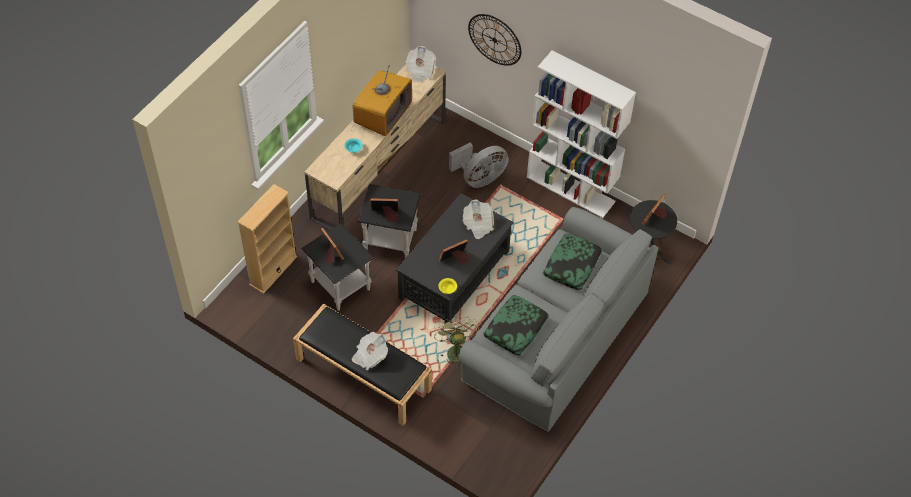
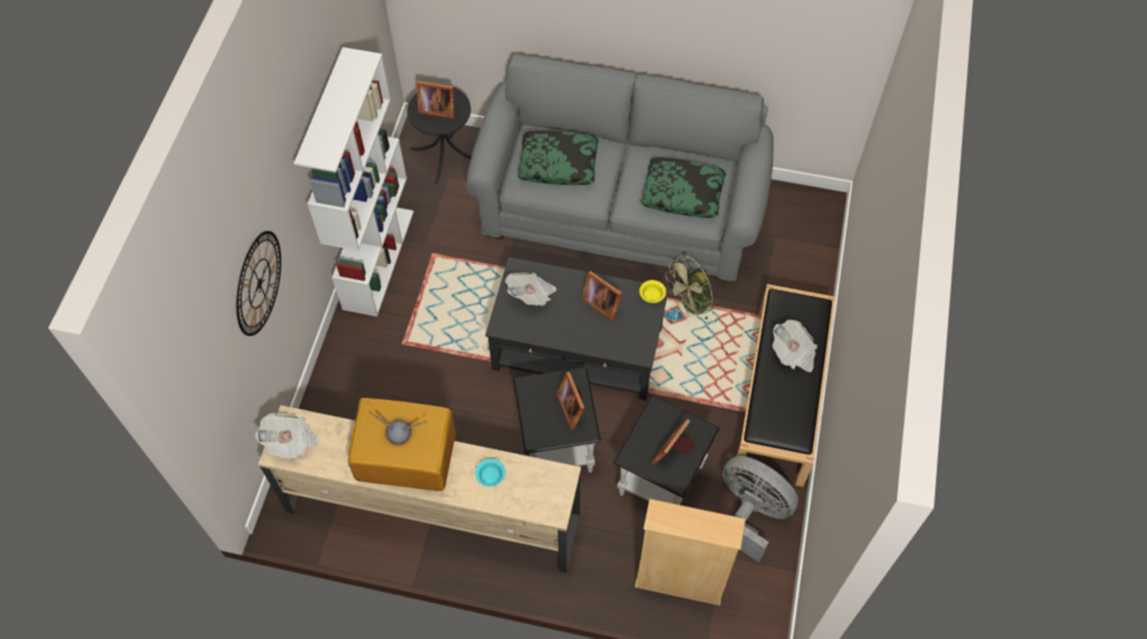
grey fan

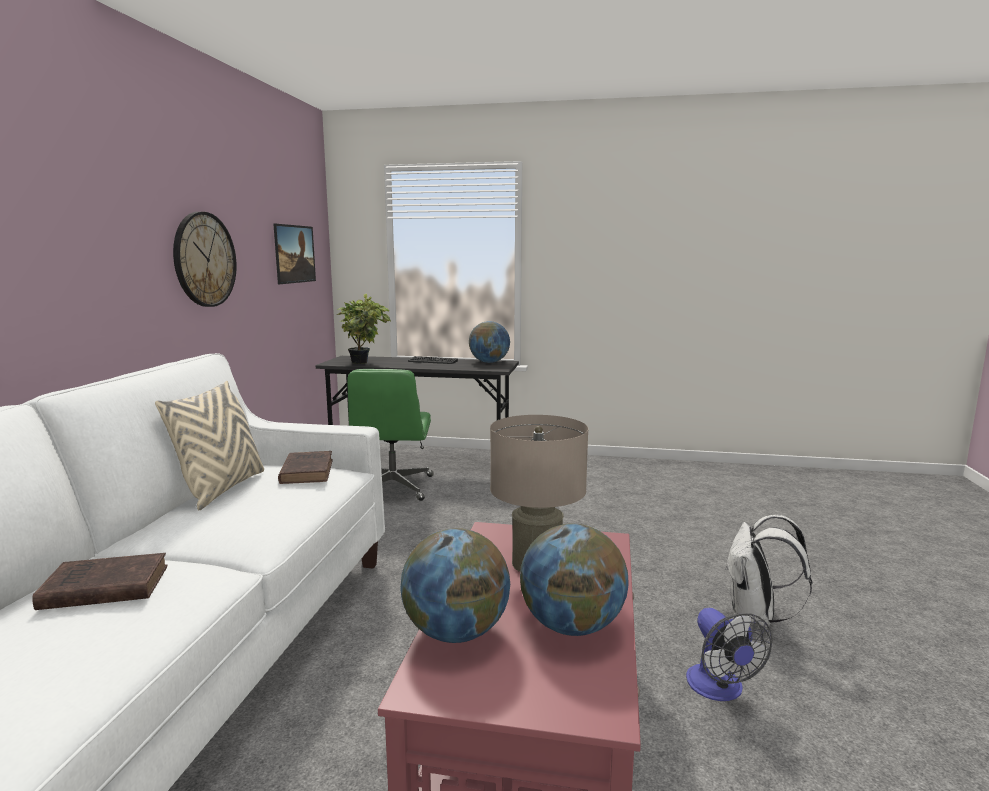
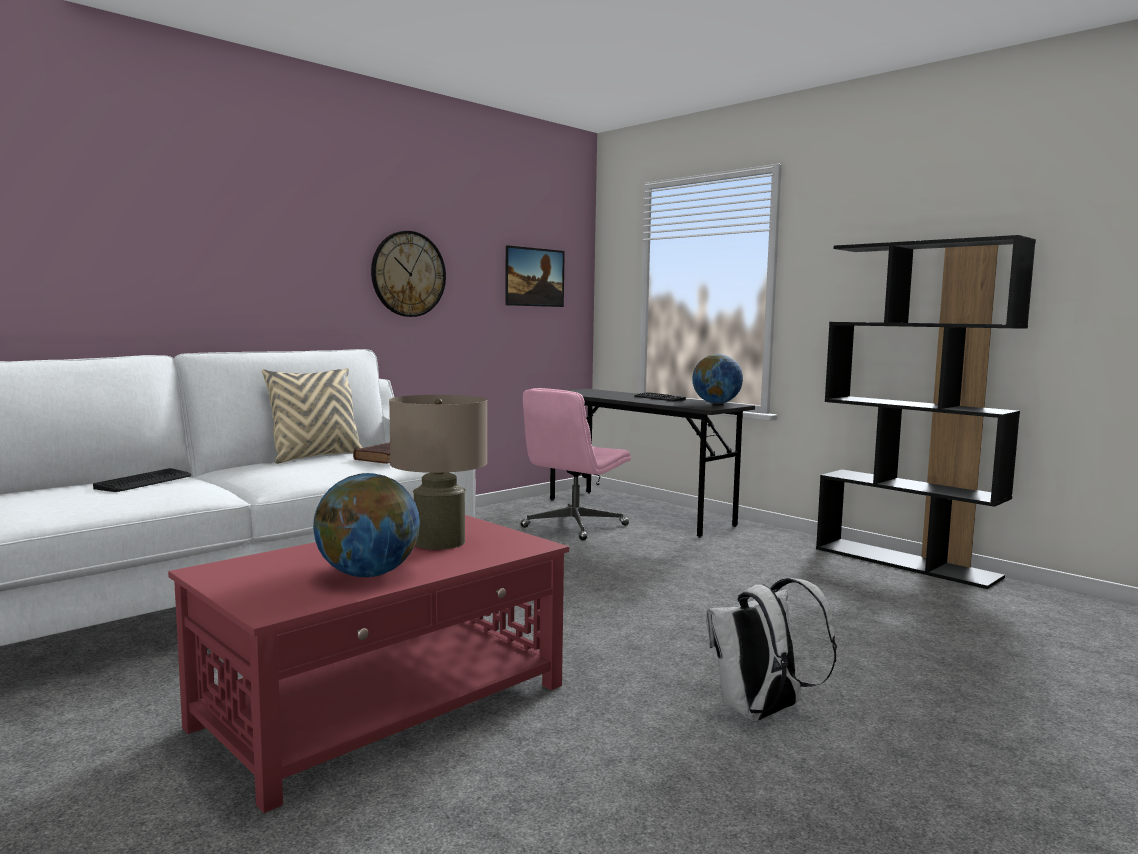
keyboard (no. 1 from left)
pink office chair
black bookcase
potted plant
globe (no. 1 from left in the first image)
fan

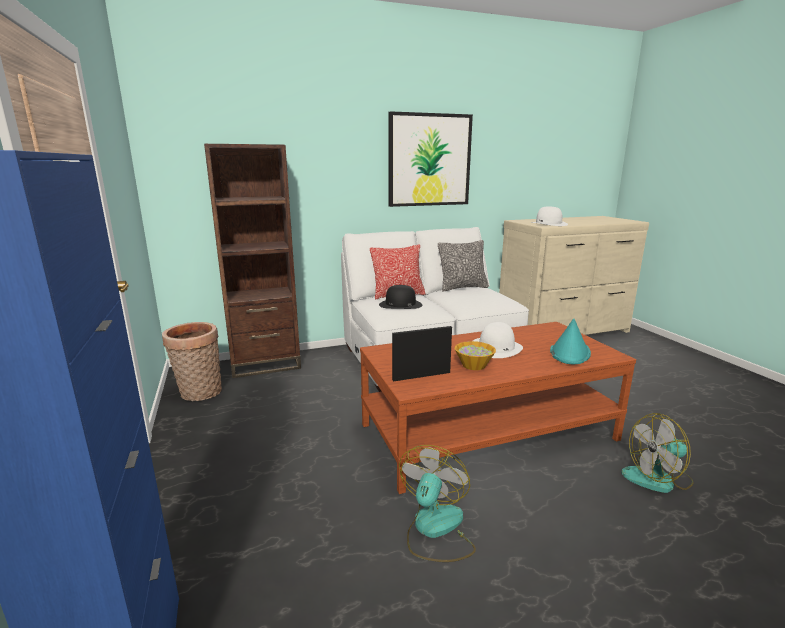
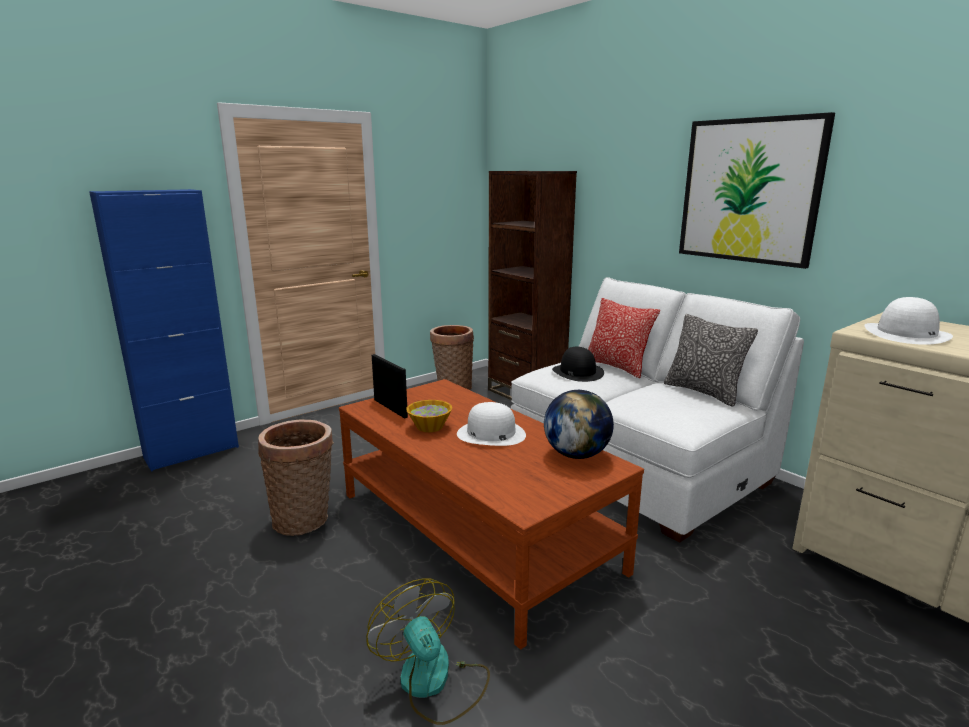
basket (no. 1 from left)
globe
turquoise hat

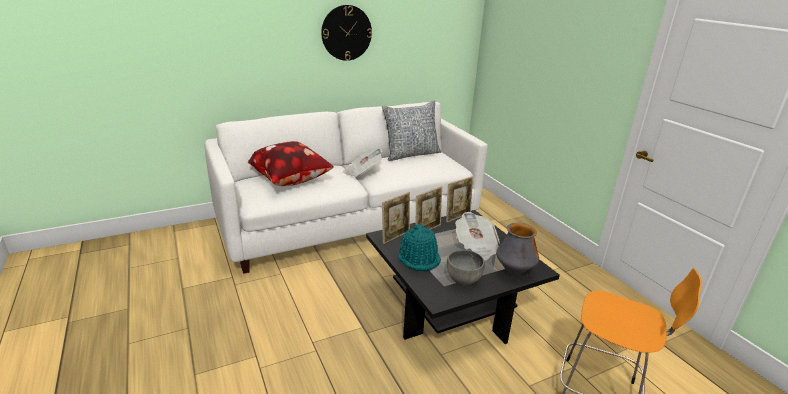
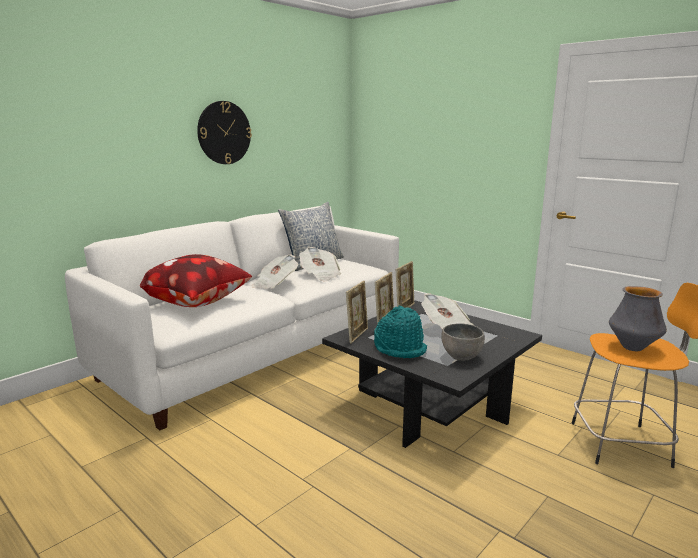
newspaper (no. 2 from left)
vase

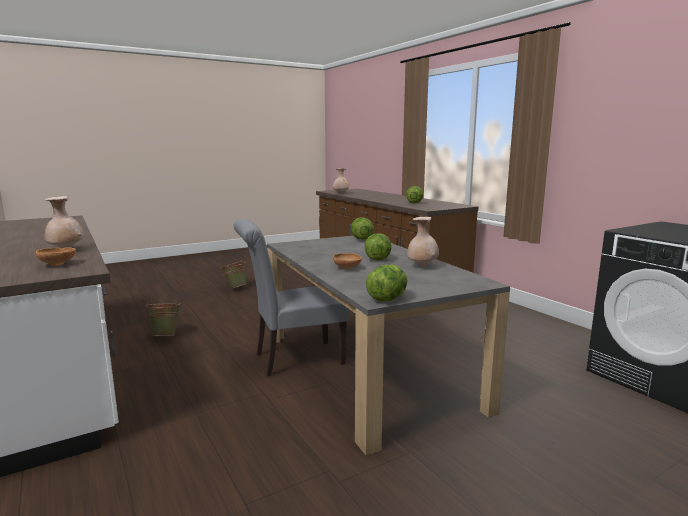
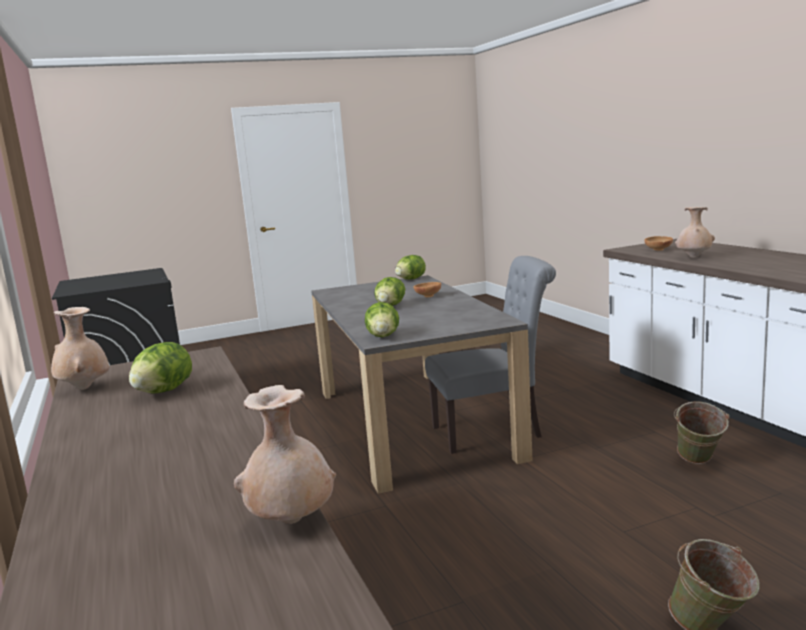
beige vase (no. 1 from left)

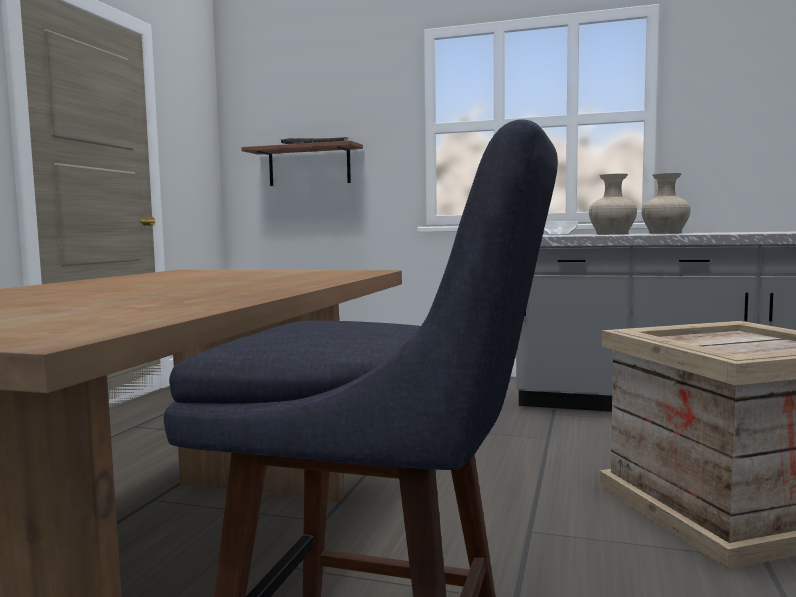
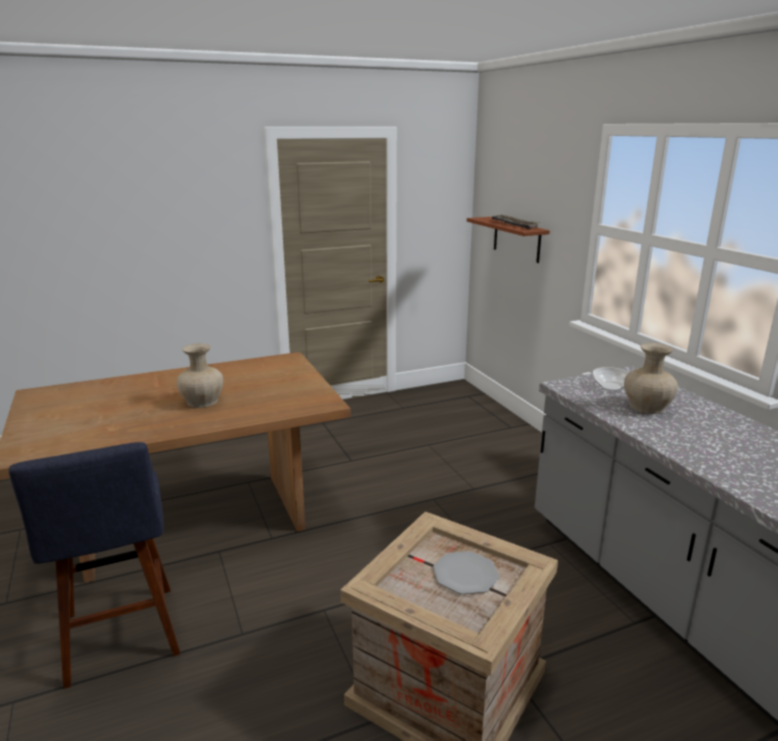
beige vase (no. 1 from left)
plate

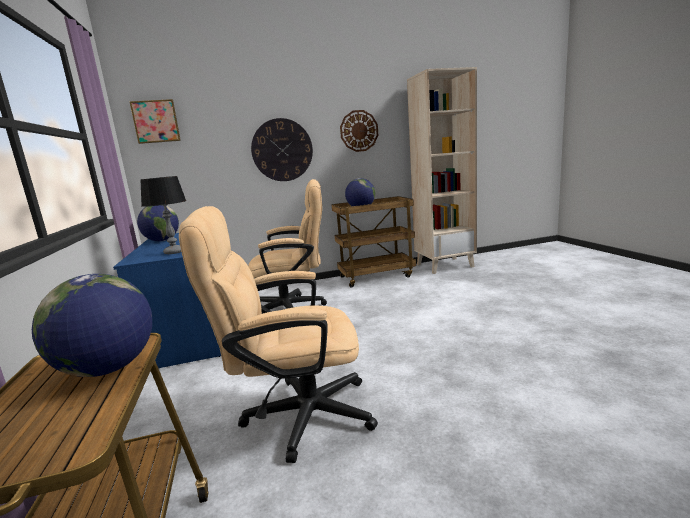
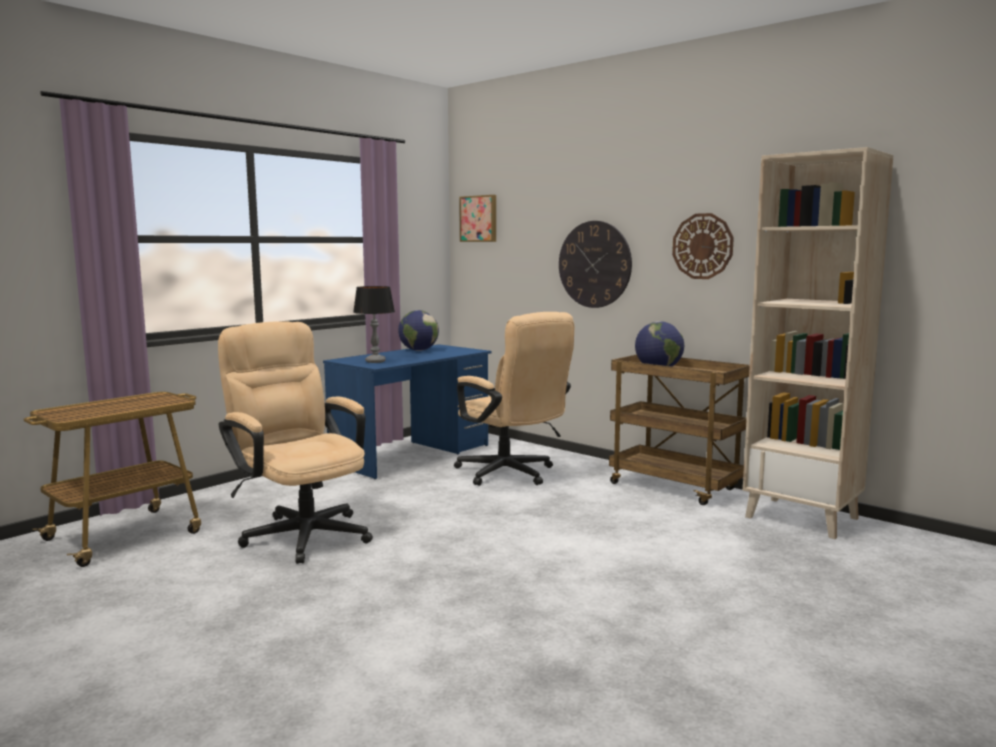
globe (no. 1 from left in the first image)

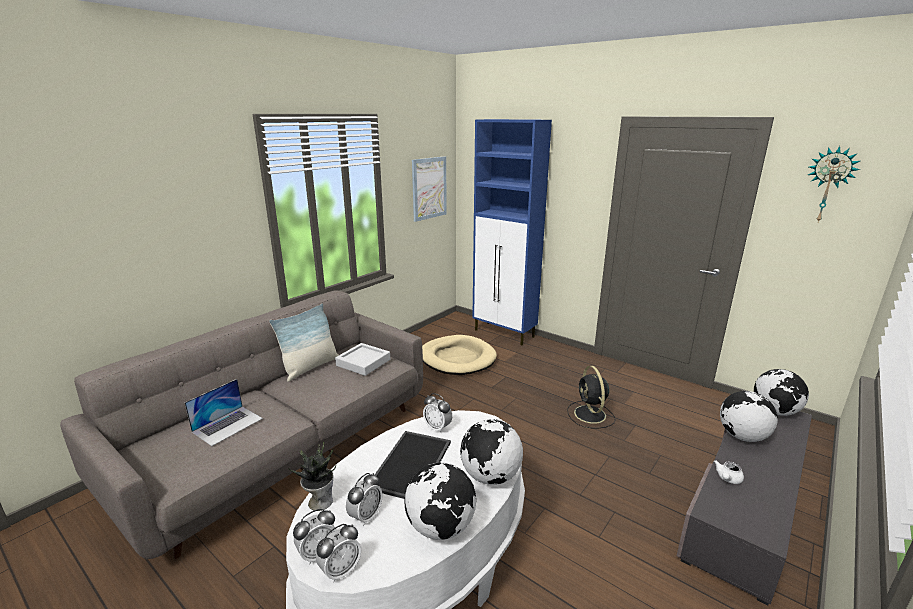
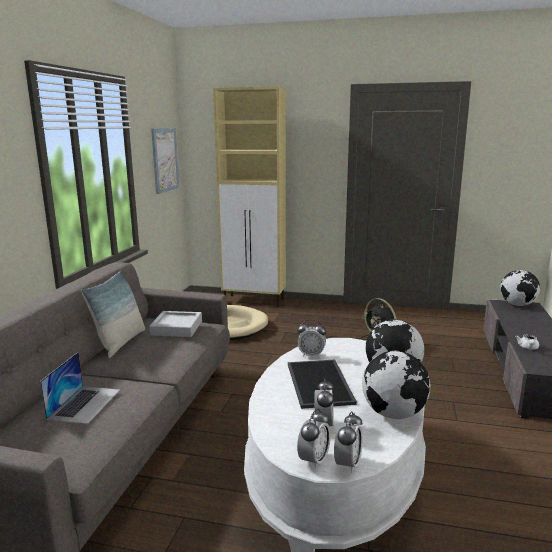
beige cabinet
potted plant
globe (no. 3 from left in the first image)
wall clock

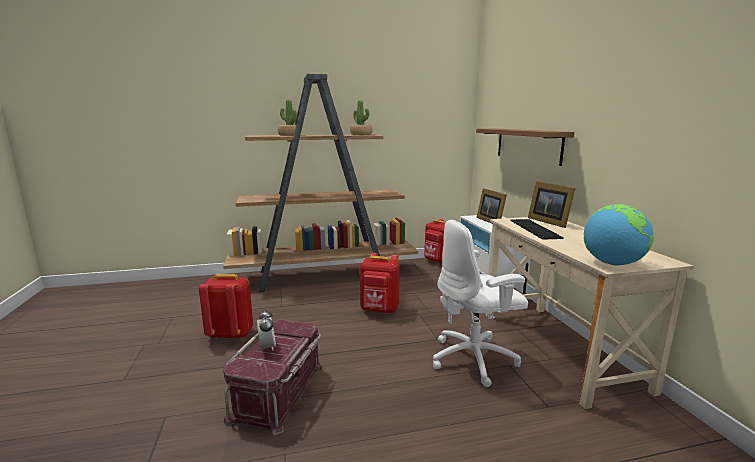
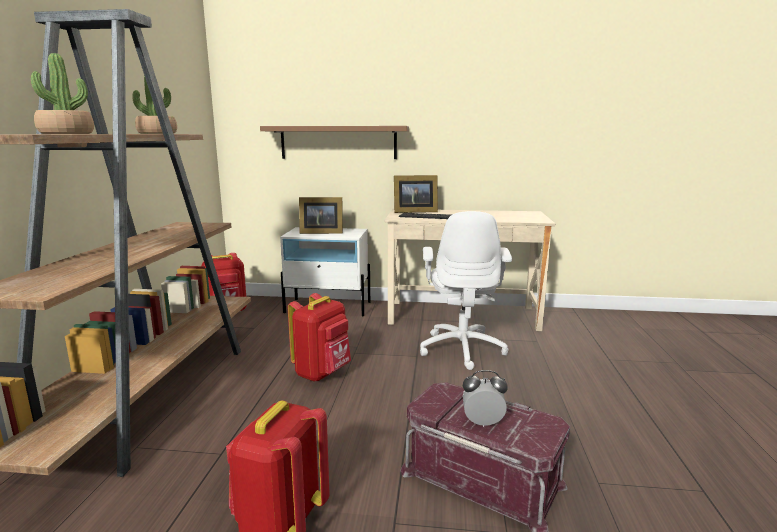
globe

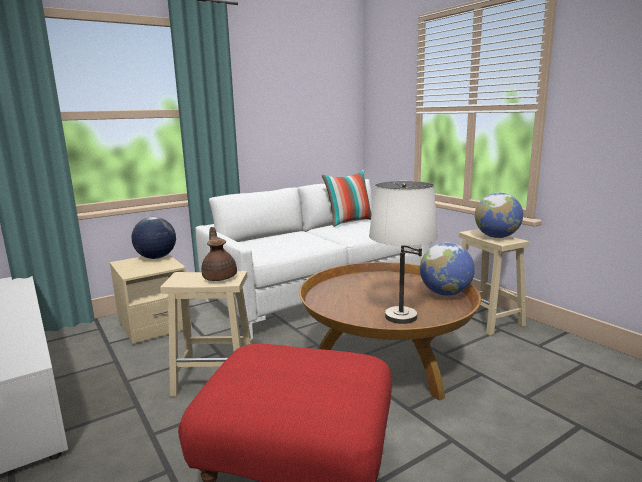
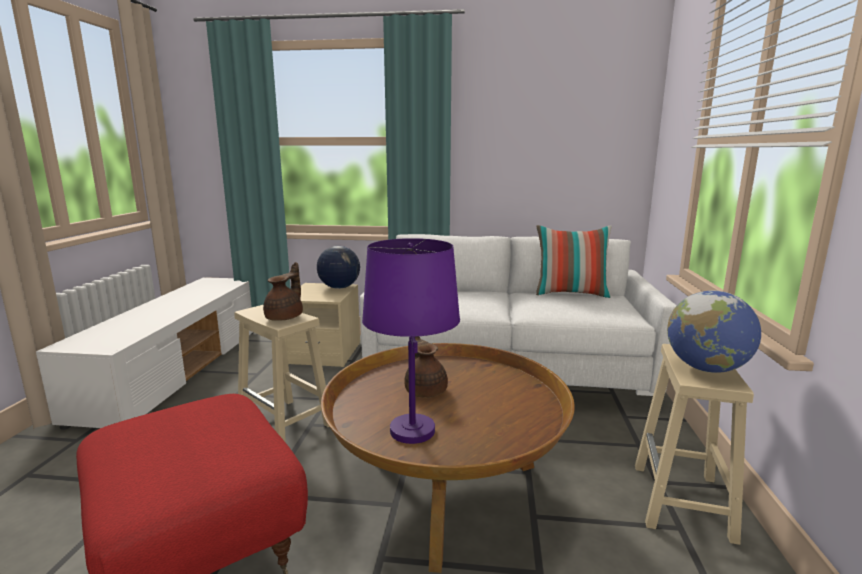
purple table lamp
brown teapot (no. 2 from left)
globe (no. 2 from left in the first image)

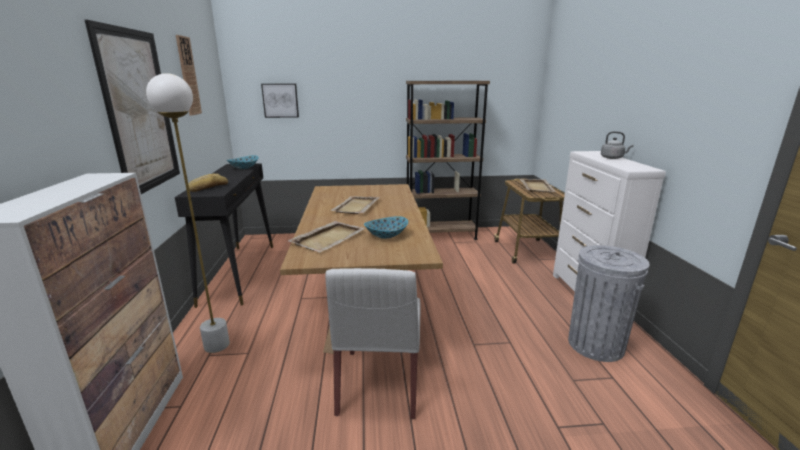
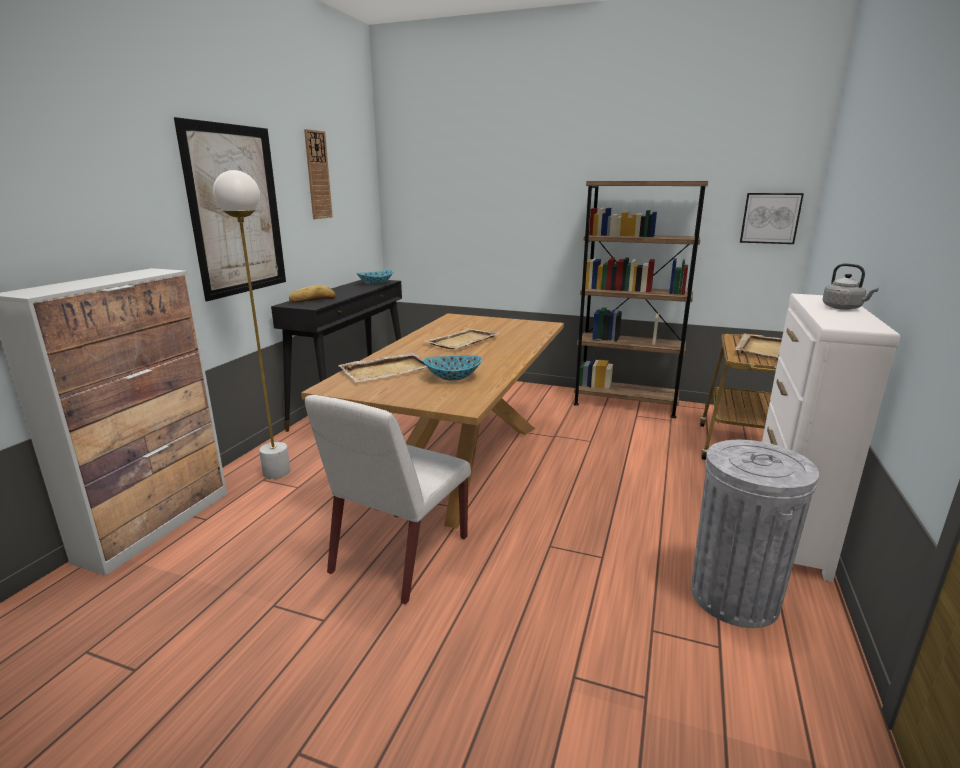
picture (no. 2 from left)

